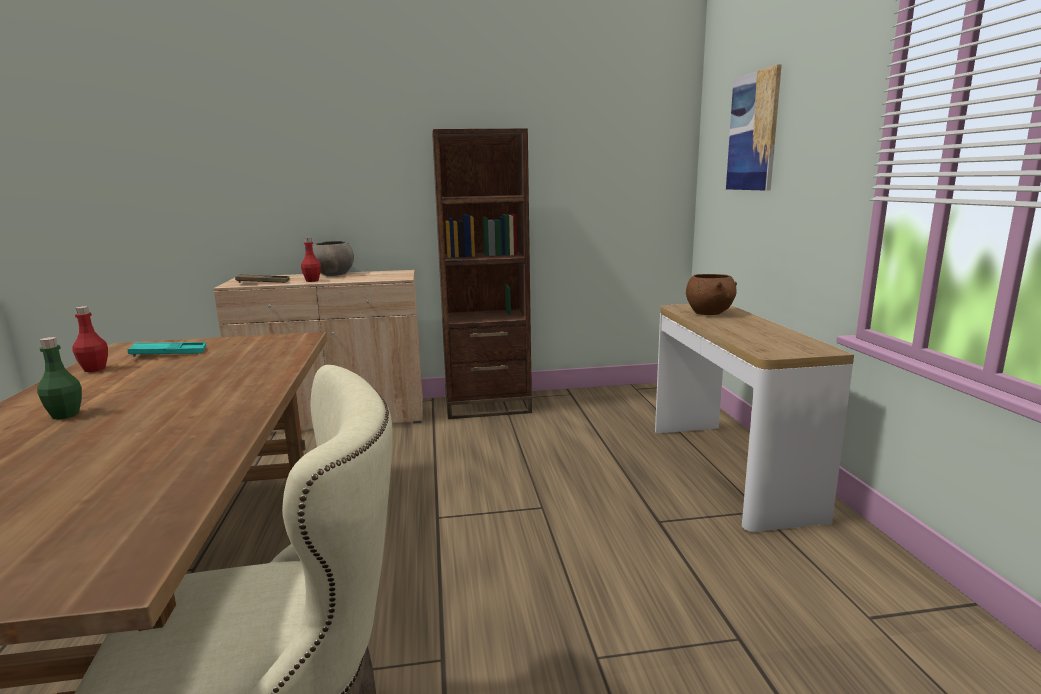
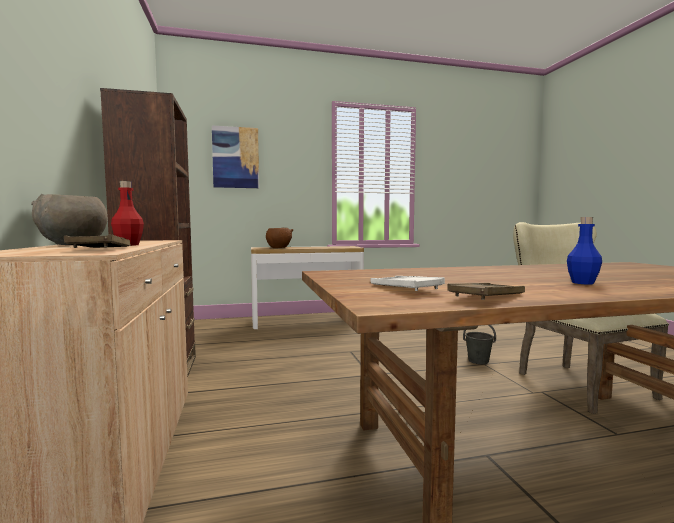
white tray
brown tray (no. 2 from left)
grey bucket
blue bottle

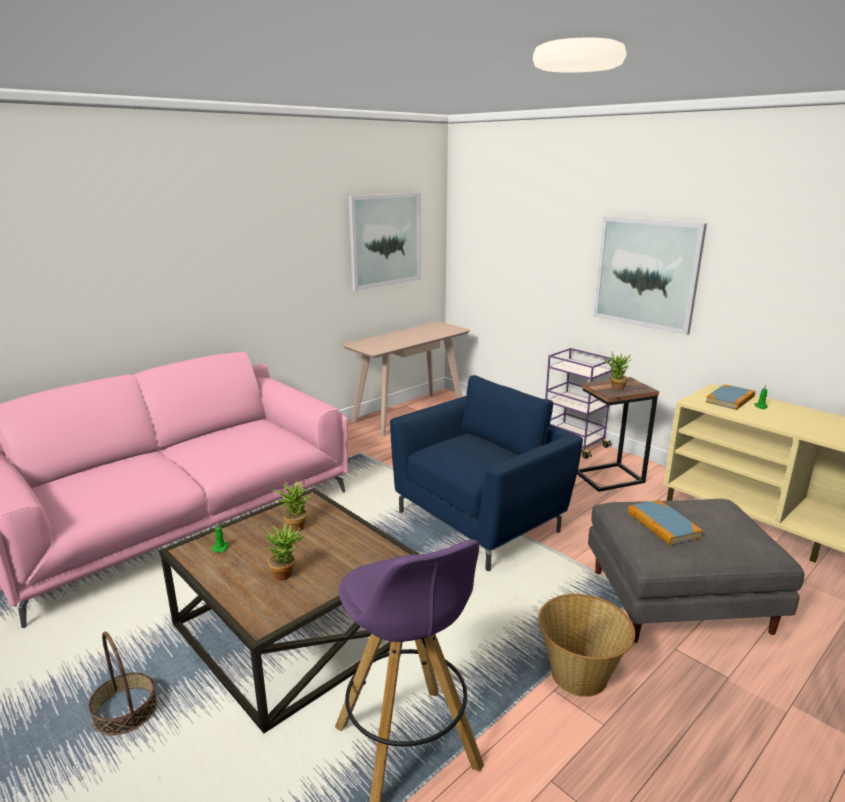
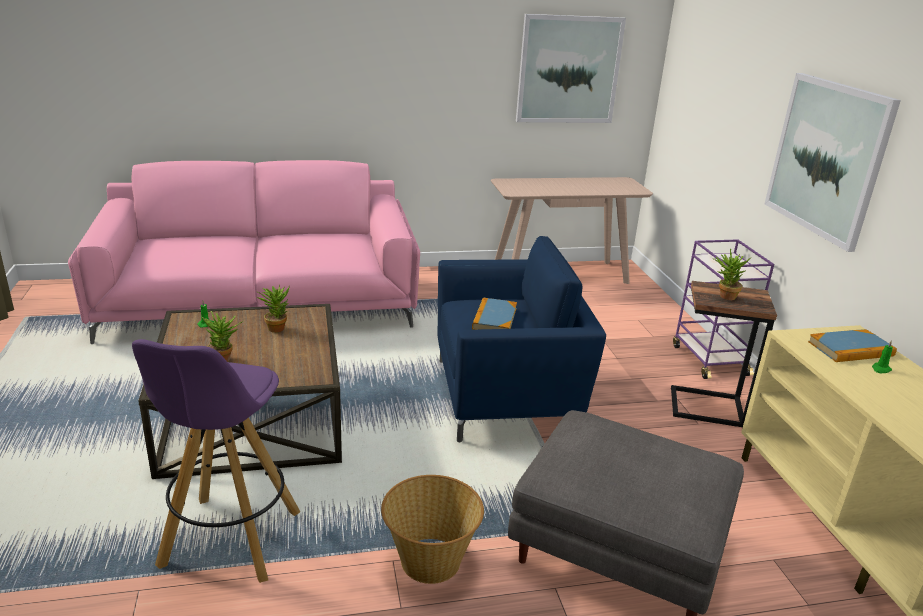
book (no. 1 from left)
basket (no. 1 from left in the first image)

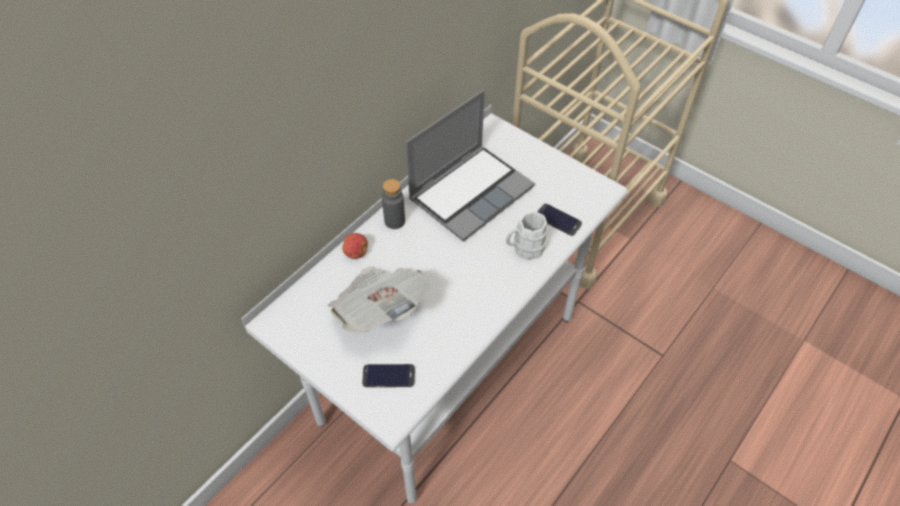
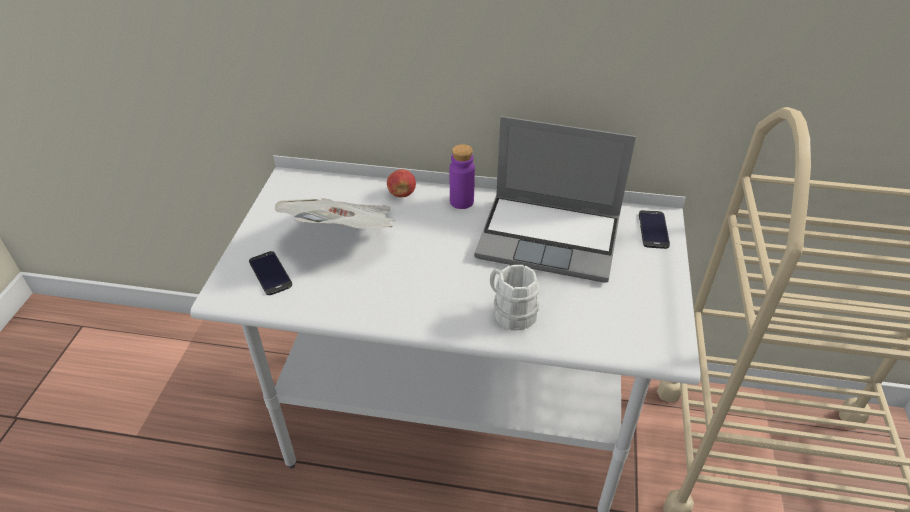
purple bottle
phone (no. 2 from left)

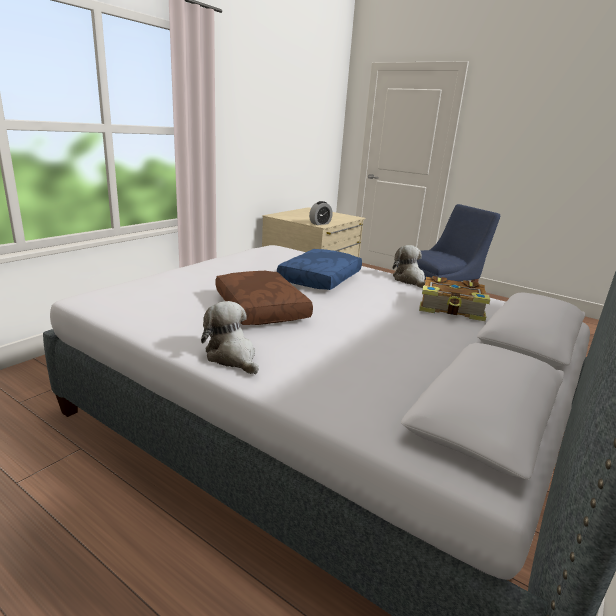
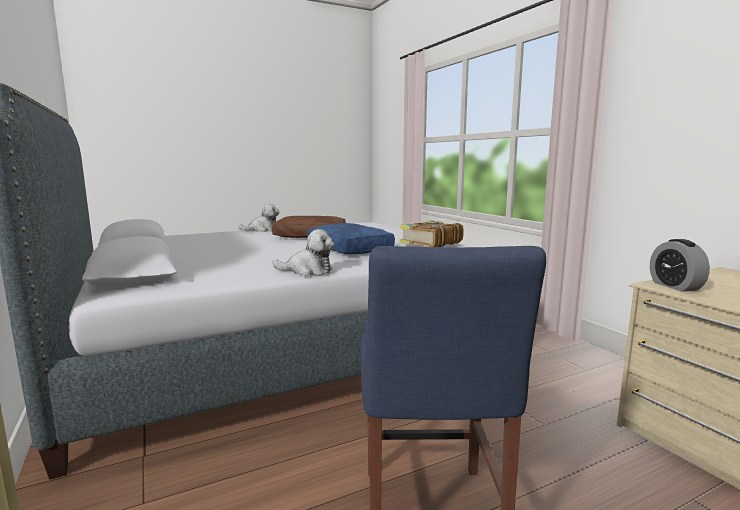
book

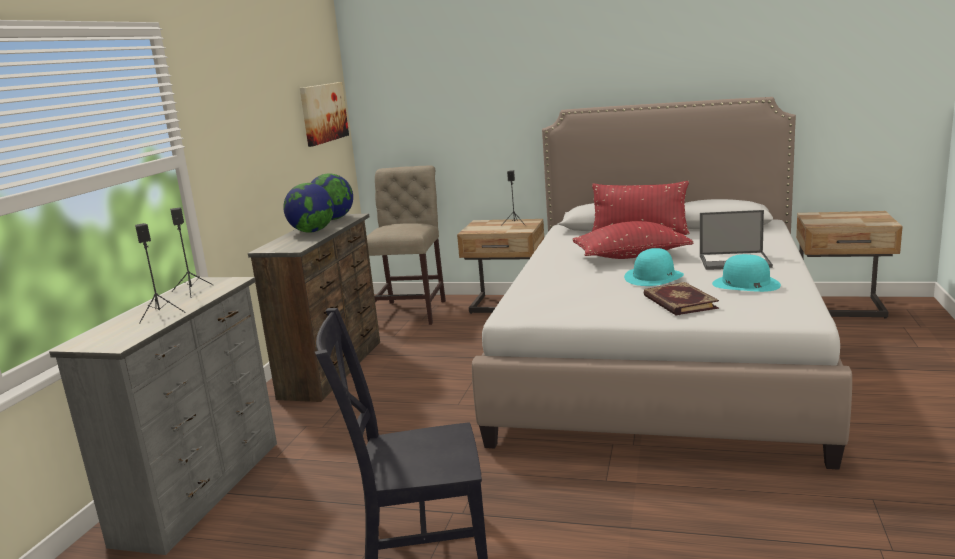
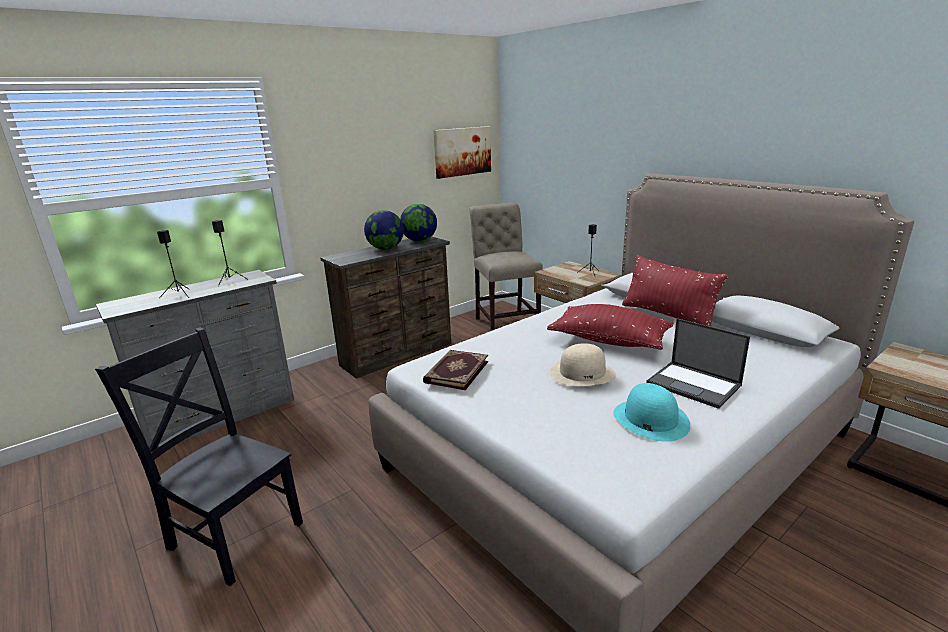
book
beige chair
beige hat

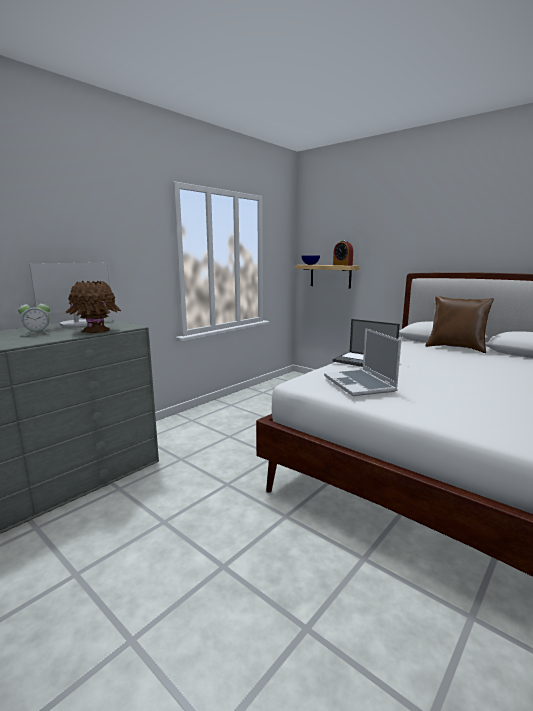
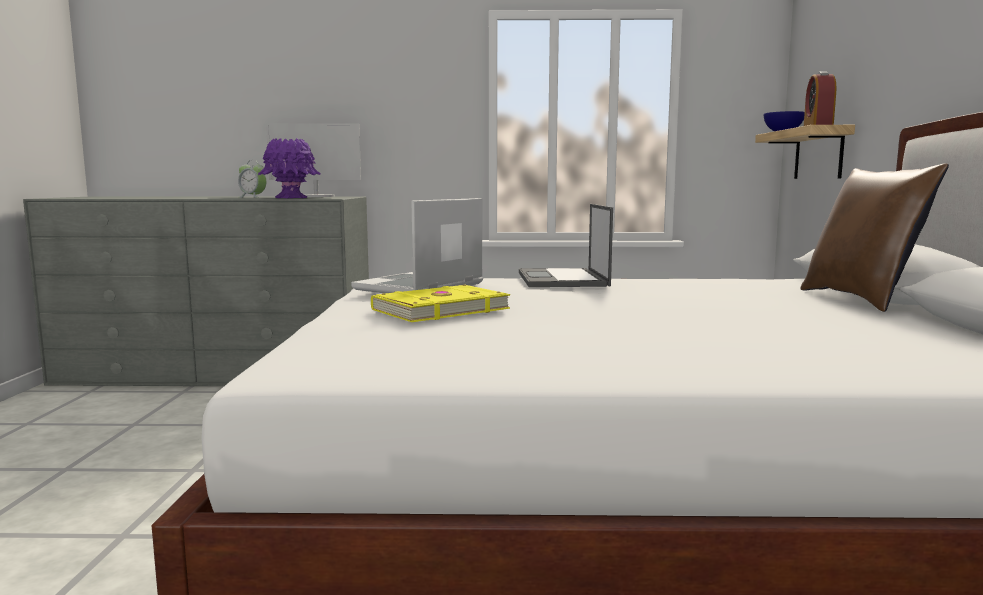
purple vase
yellow book

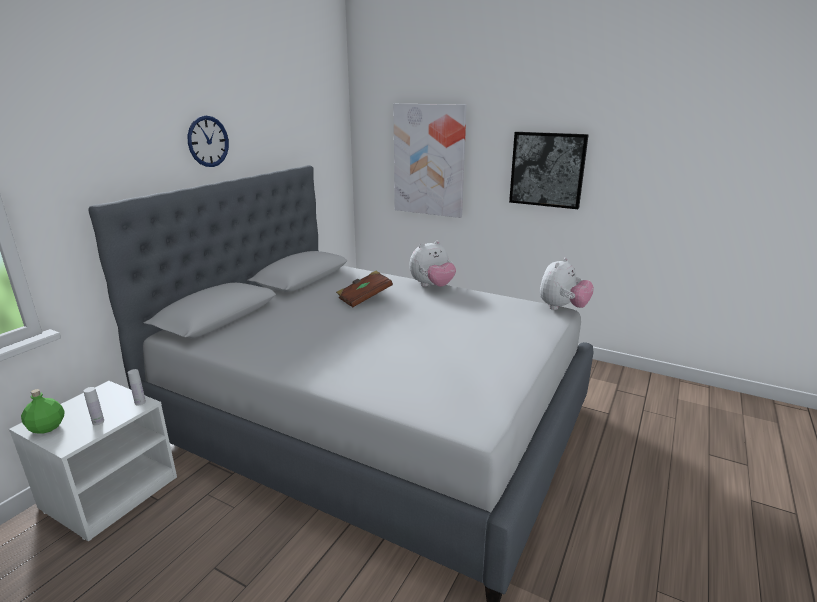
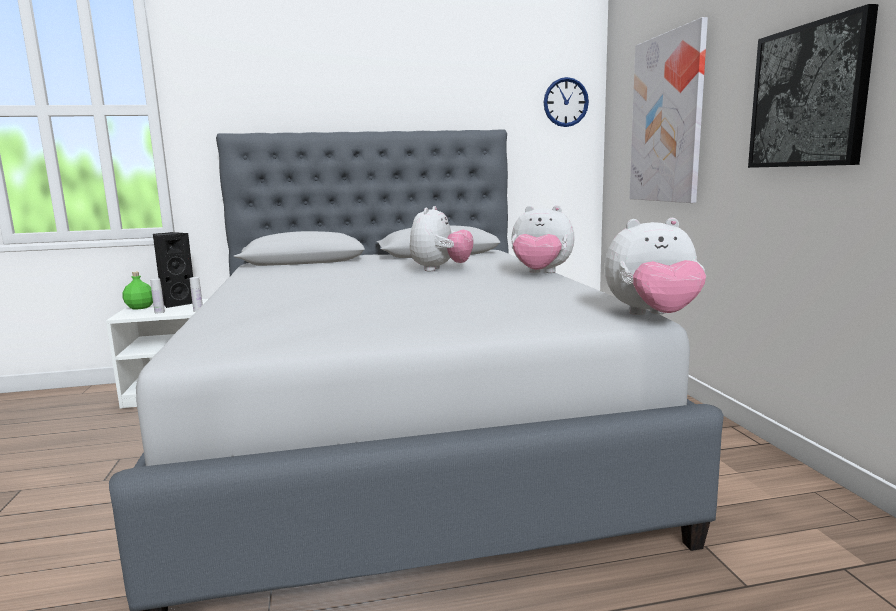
black speaker
plush toy (no. 1 from left)
wall clock

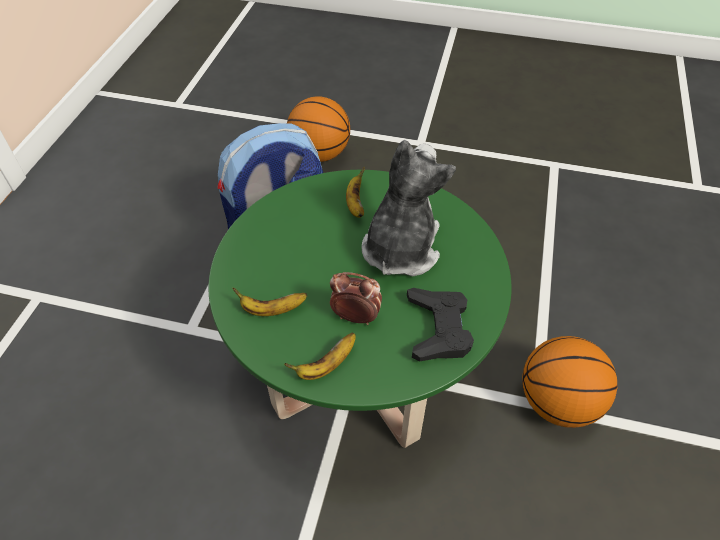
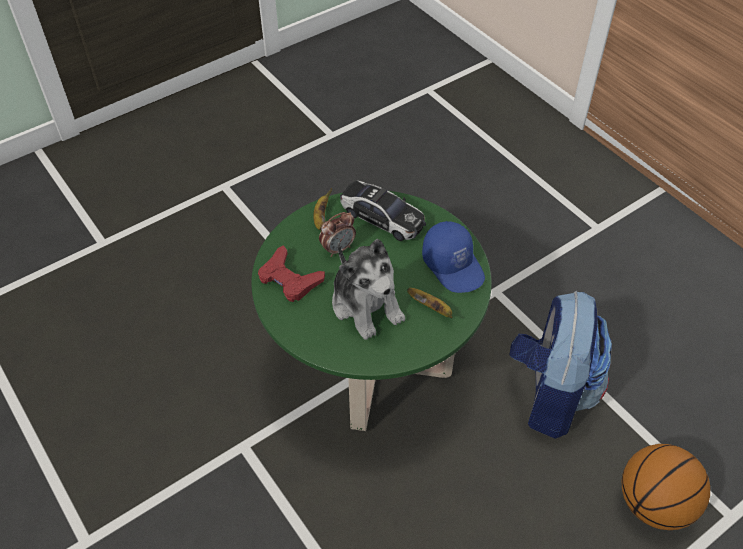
red game controller
toy car
blue cap
basketball (no. 2 from left in the first image)

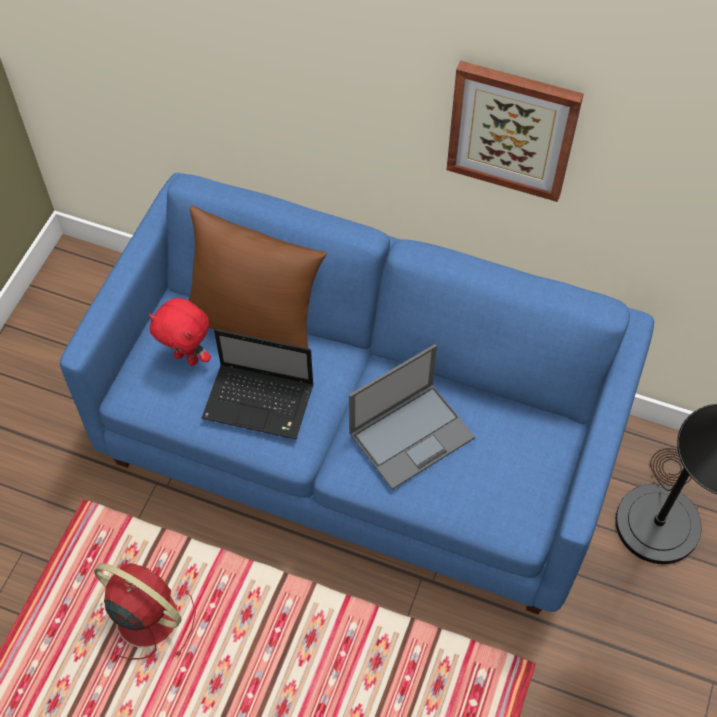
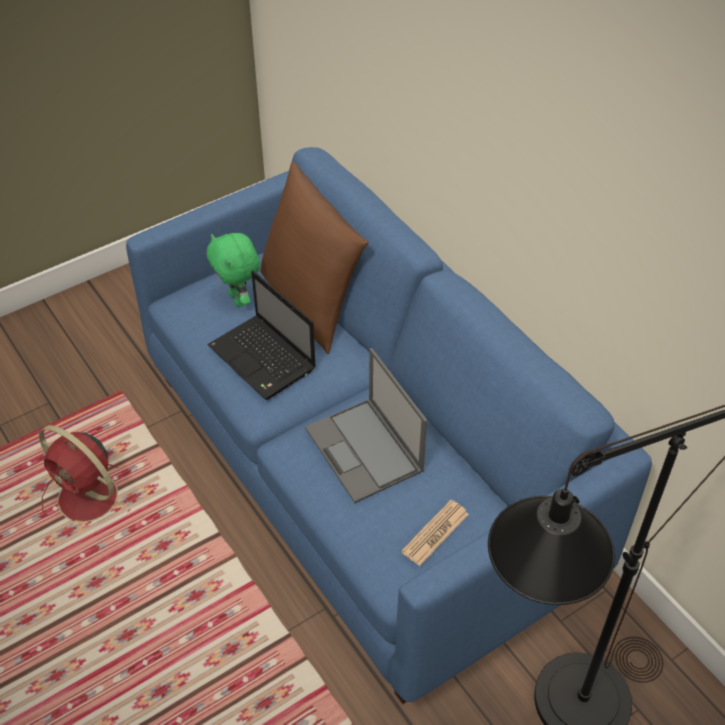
red fan
green plush toy
laptop (no. 2 from left)
newspaper
picture

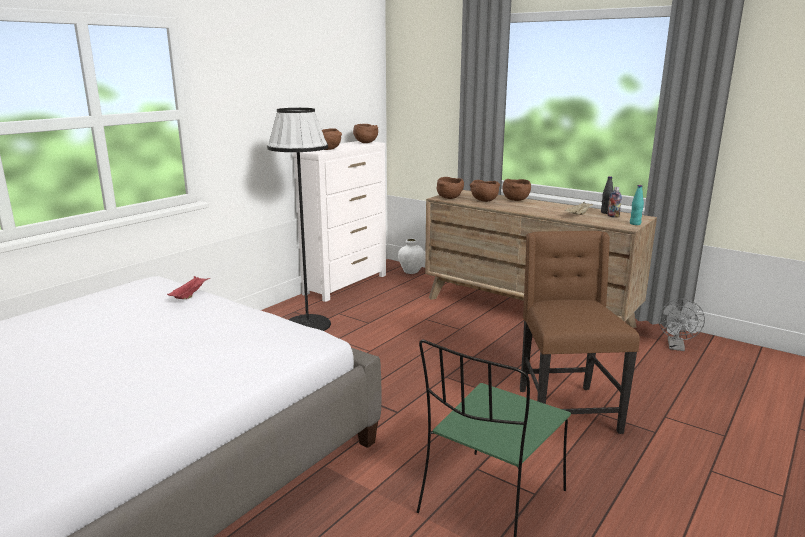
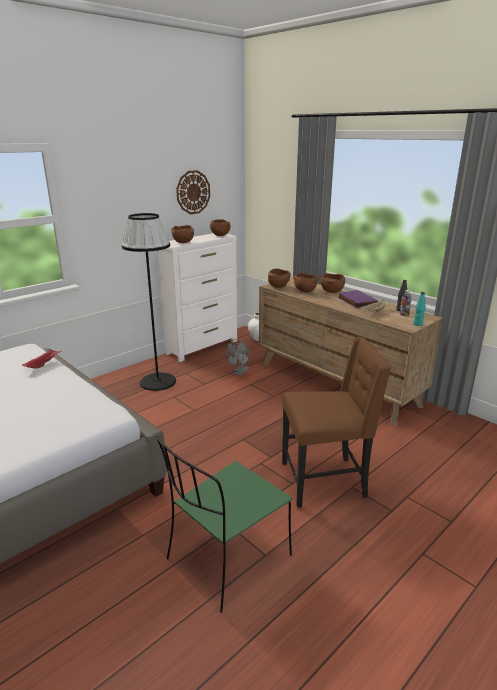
wall clock
grey fan
brown chair
purple book

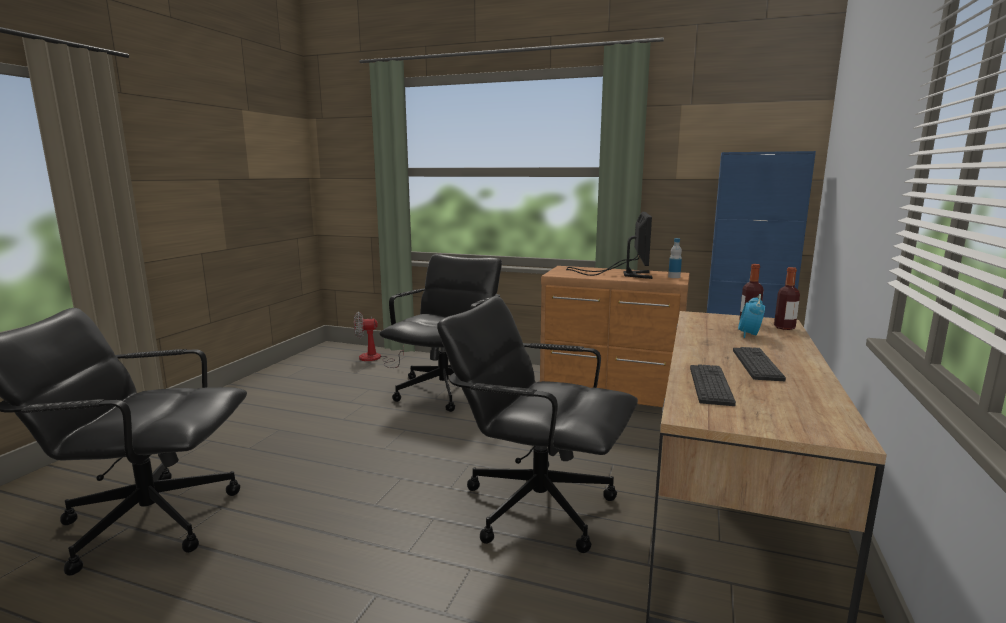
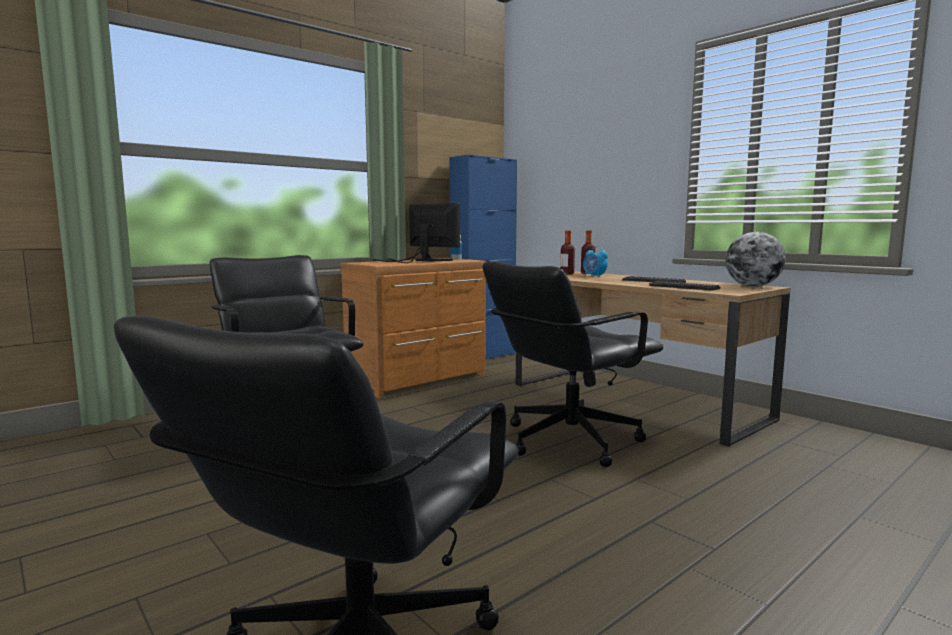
globe
fan

